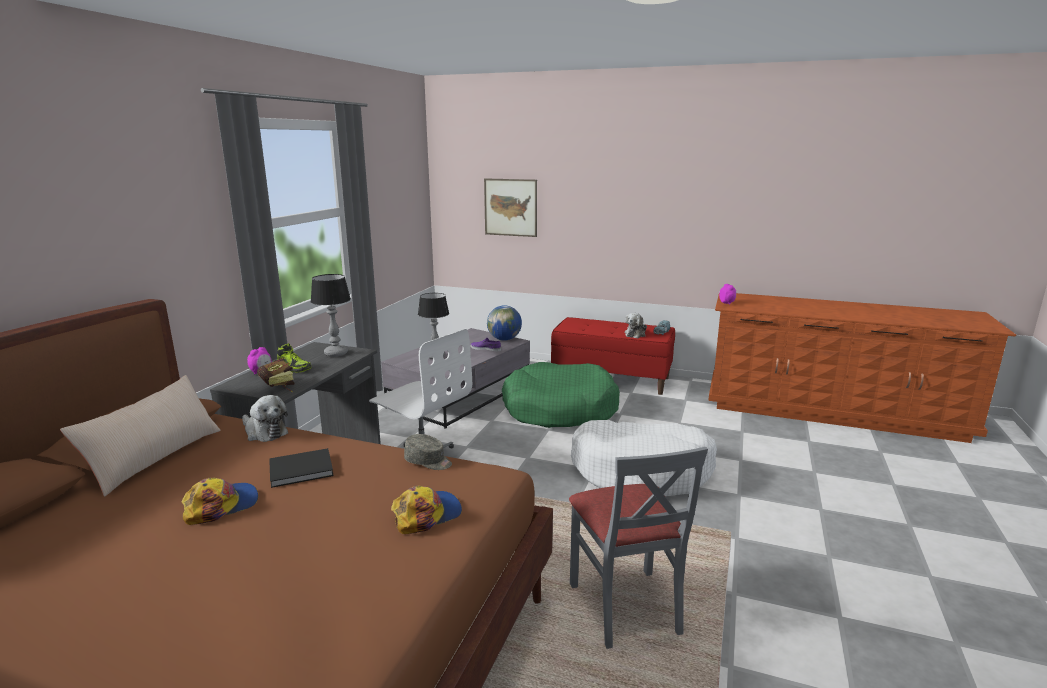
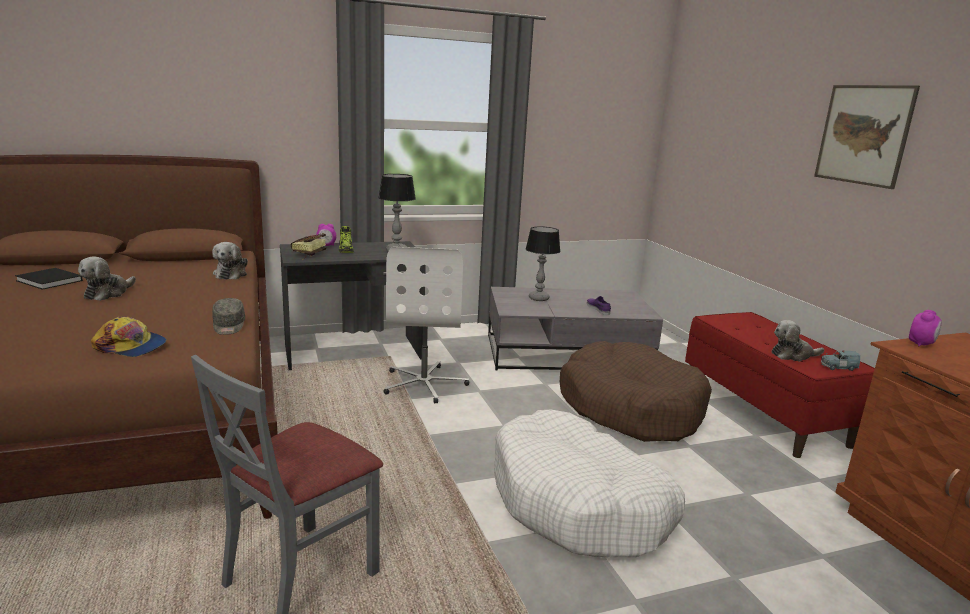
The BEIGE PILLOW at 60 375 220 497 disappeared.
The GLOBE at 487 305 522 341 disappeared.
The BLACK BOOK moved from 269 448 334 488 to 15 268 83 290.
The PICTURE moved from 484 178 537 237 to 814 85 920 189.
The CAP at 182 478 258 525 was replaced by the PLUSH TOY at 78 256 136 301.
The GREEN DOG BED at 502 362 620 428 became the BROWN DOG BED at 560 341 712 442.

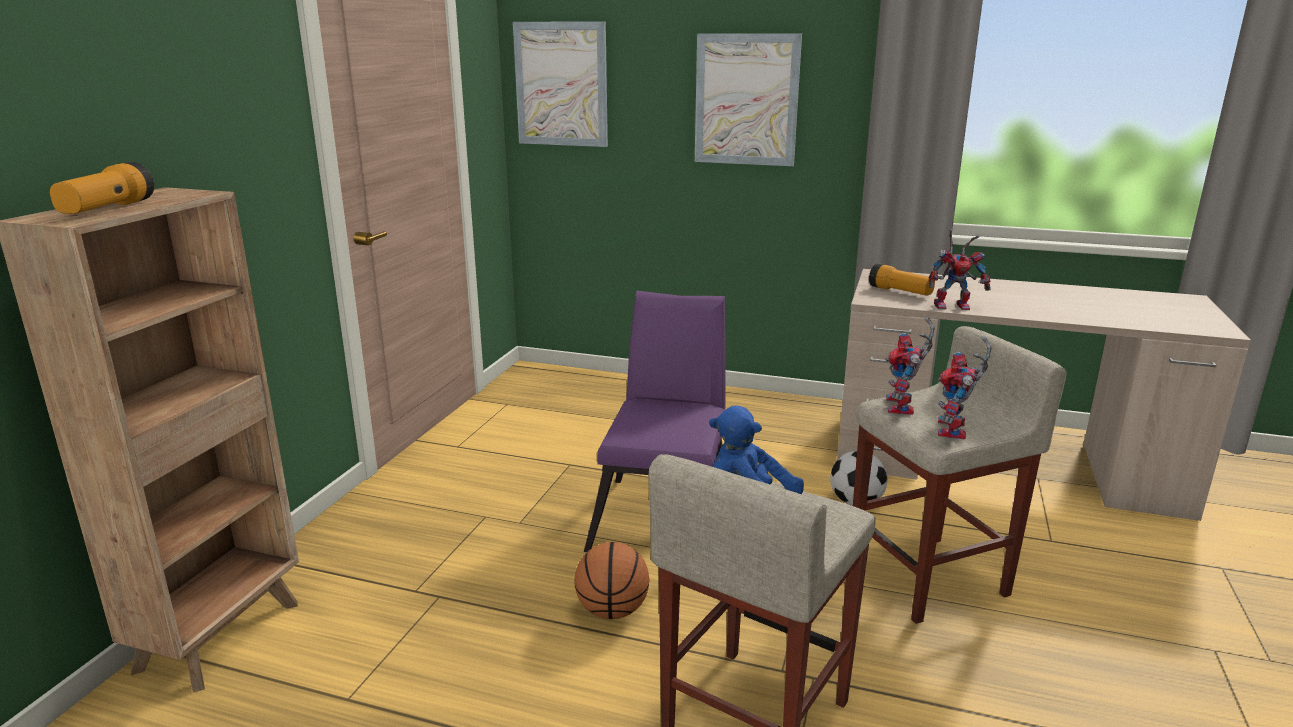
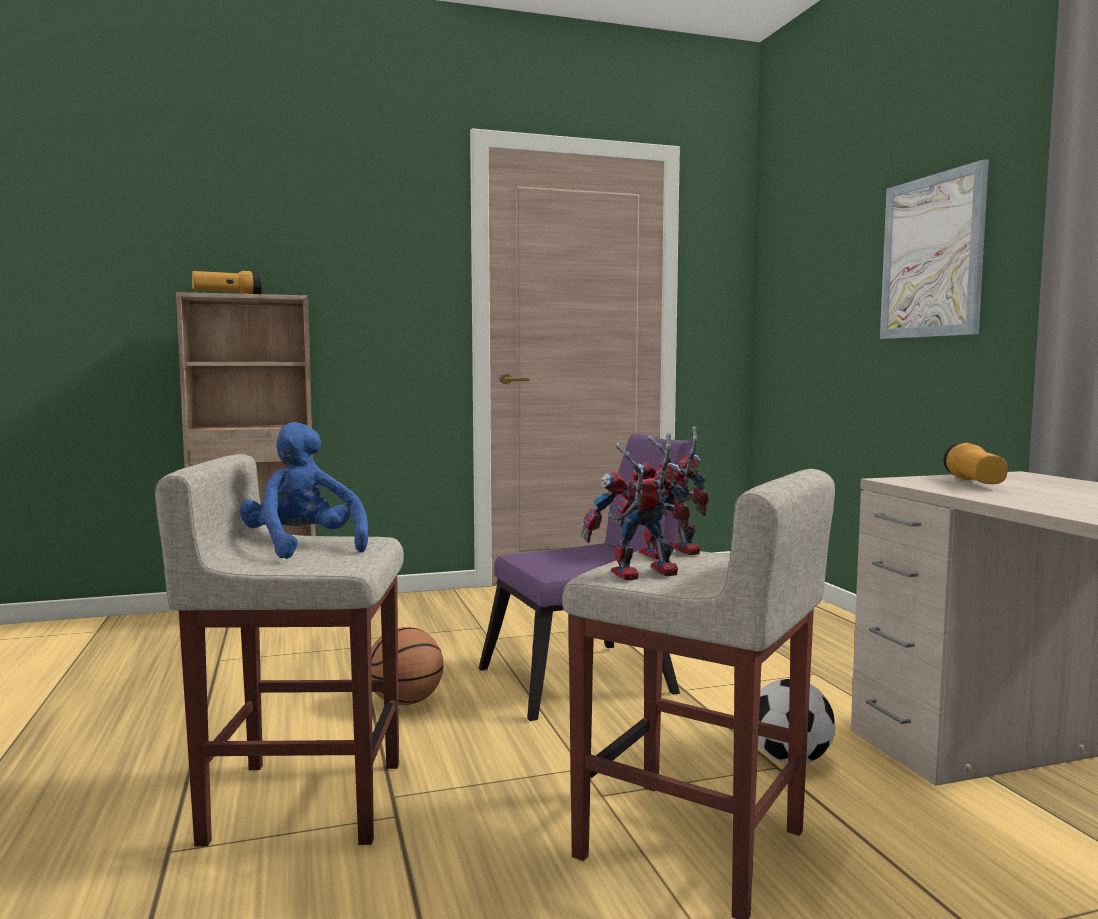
The PICTURE at 513 21 608 147 disappeared.
The TOY ROBOT at 929 229 990 310 disappeared.

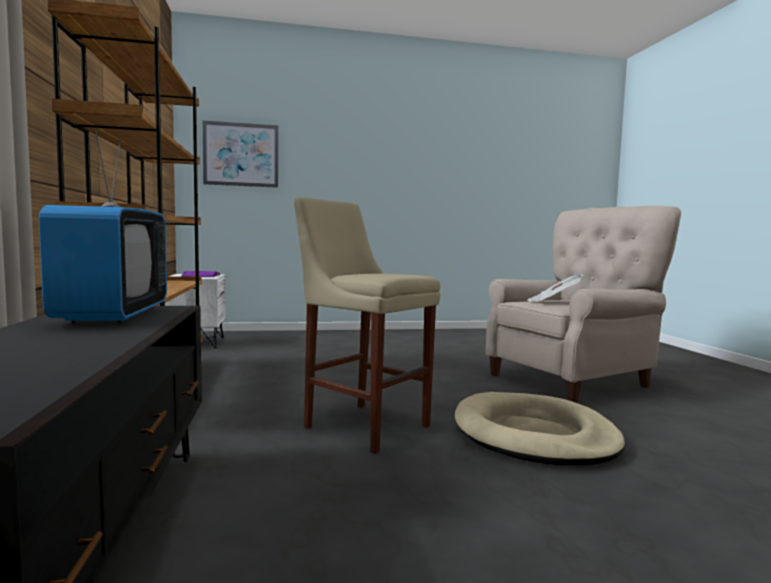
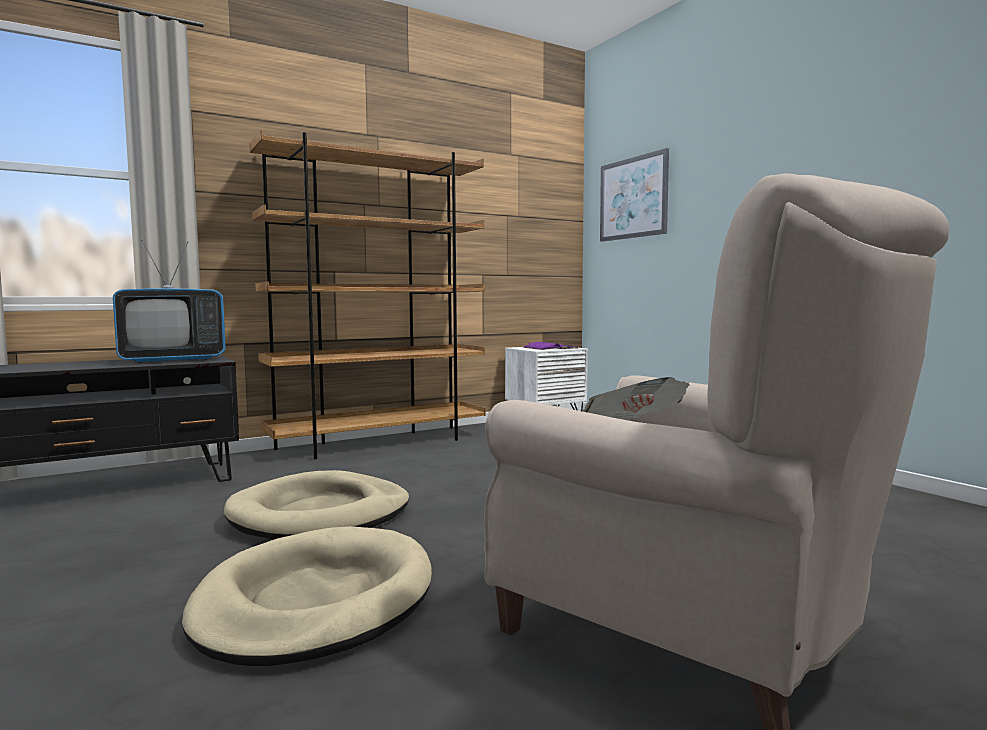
The BEIGE STOOL at 294 197 440 454 was replaced by the BEIGE DOG BED at 224 470 409 539.

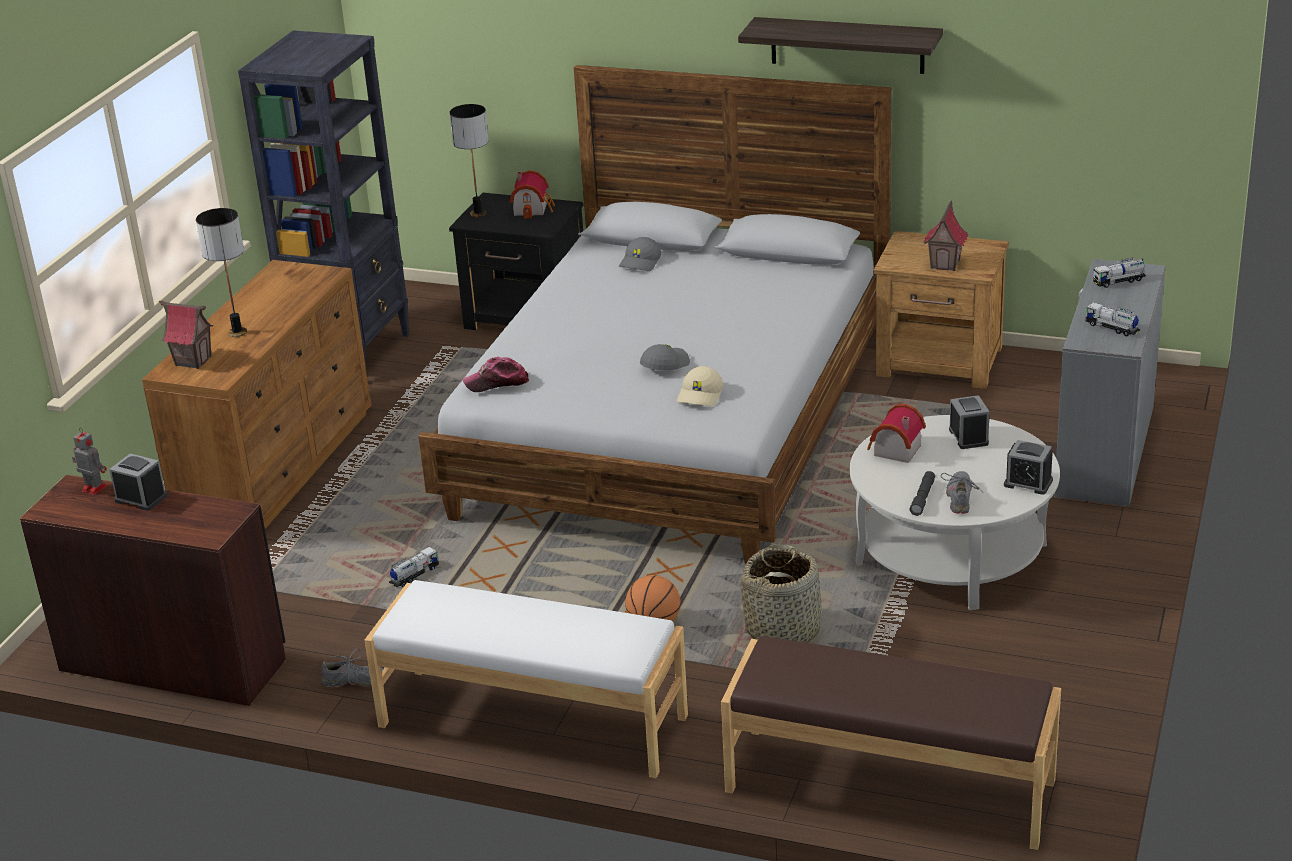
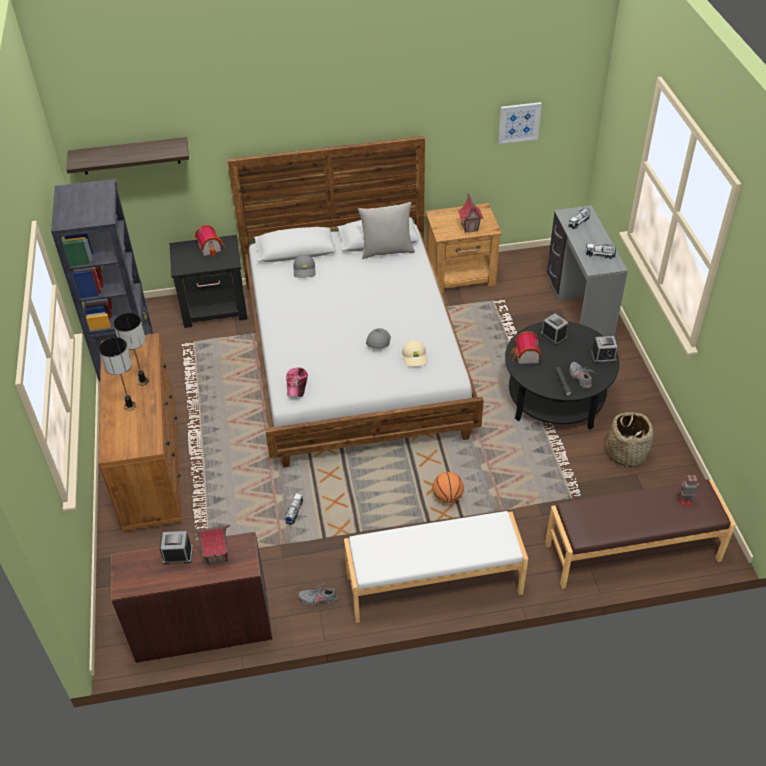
The GREY PILLOW at 358 202 415 259 appeared.
The PICTURE at 498 102 542 144 appeared.
The TOY ROBOT moved from 72 427 107 496 to 678 474 699 506.
The TOY HOUSE moved from 159 301 214 369 to 191 525 230 565.
The TABLE LAMP moved from 450 104 489 217 to 113 313 149 386.
The SHELF moved from 738 17 943 74 to 66 137 189 174.
The BASKET moved from 741 544 821 643 to 606 412 653 468.
The WHITE COFFEE TABLE at 850 415 1060 610 became the BLACK COFFEE TABLE at 505 321 619 430.
The GREY SHOE at 321 649 384 687 turned 150 degrees counterclockwise.
The CAP at 463 357 529 392 turned 45 degrees counterclockwise.

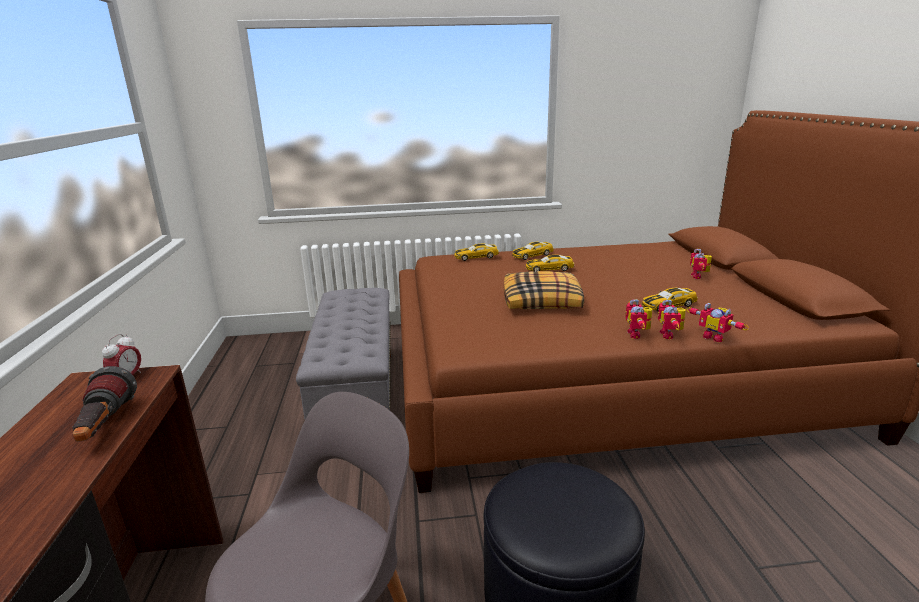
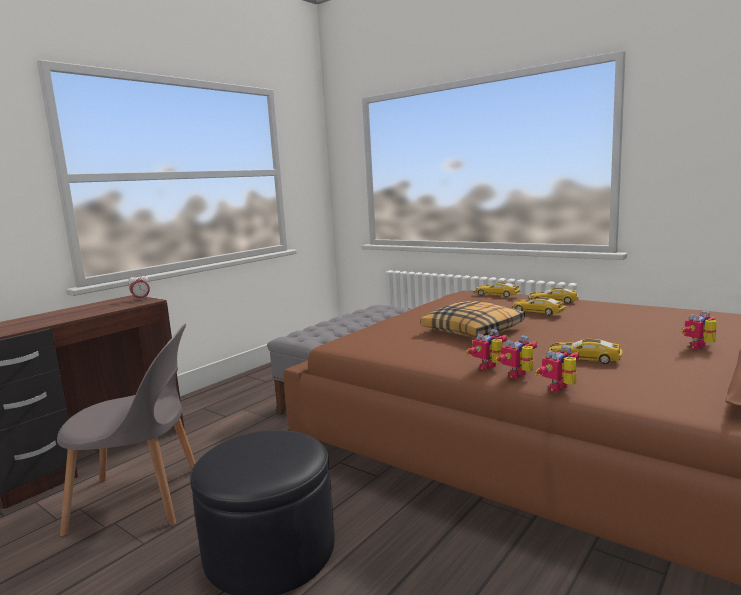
The FLASHLIGHT at 72 366 137 442 disappeared.
The TOY ROBOT at 686 303 749 342 turned 45 degrees clockwise.

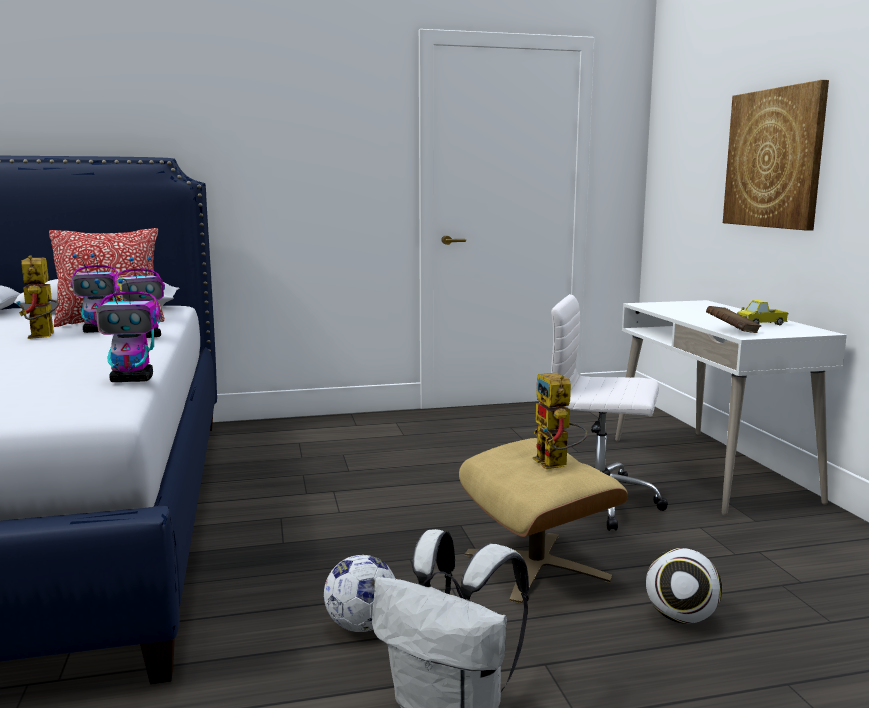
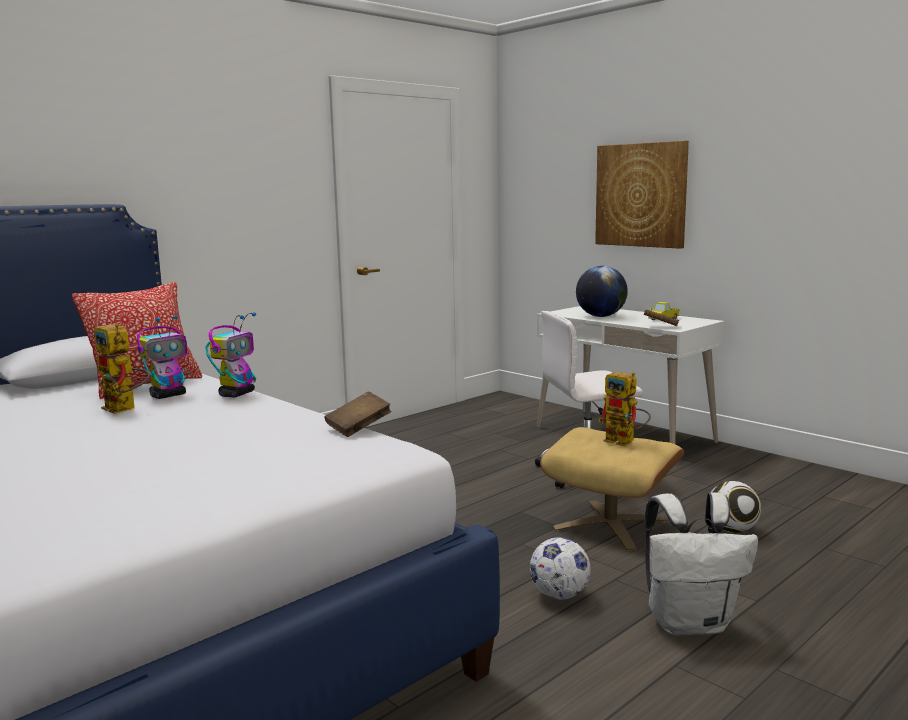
The GLOBE at 576 266 628 317 appeared.
The TOY ROBOT at 95 278 161 382 was replaced by the BROWN BOOK at 324 391 391 437.

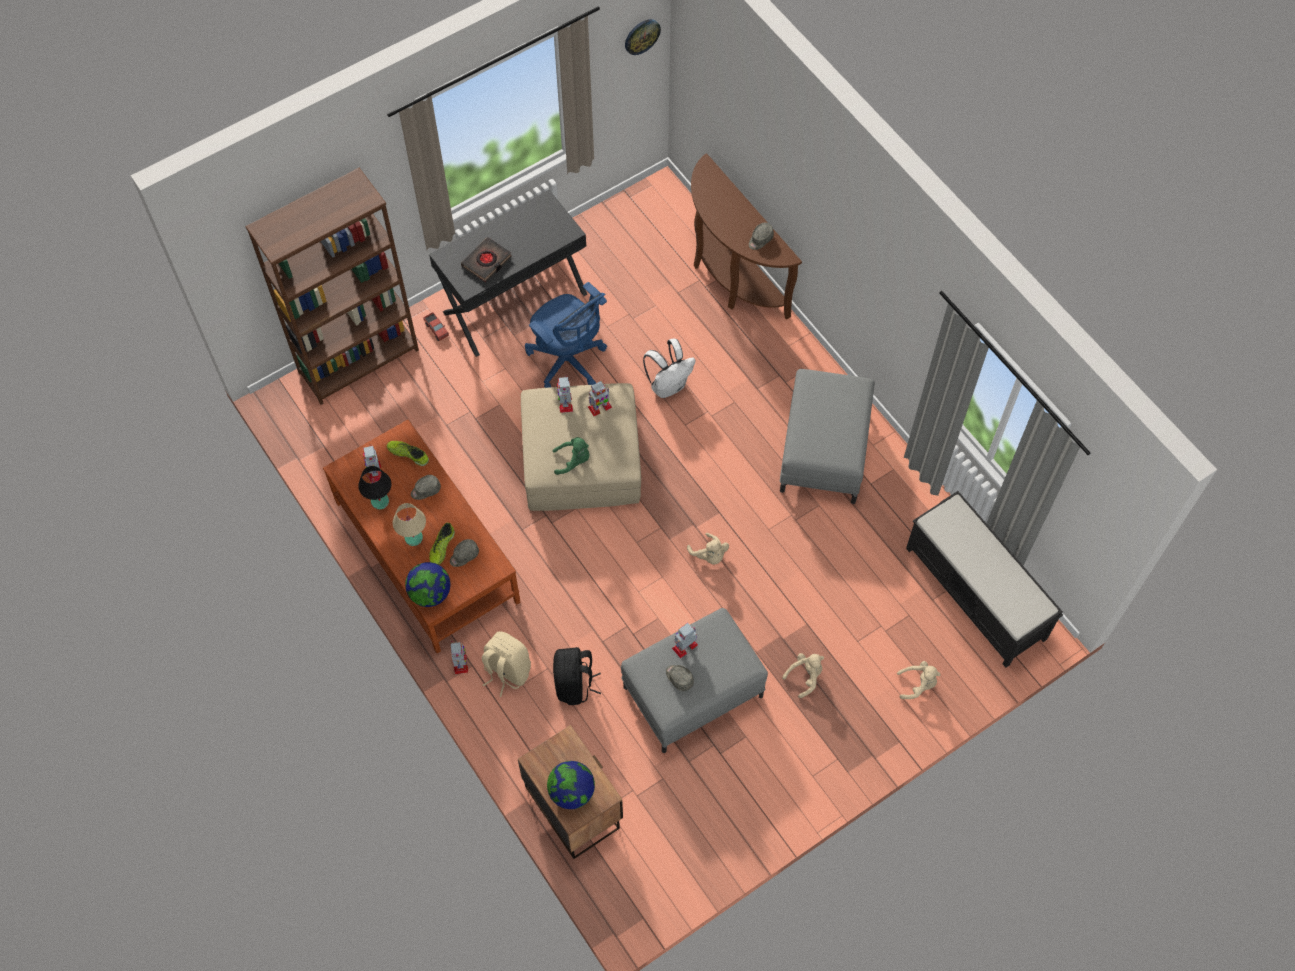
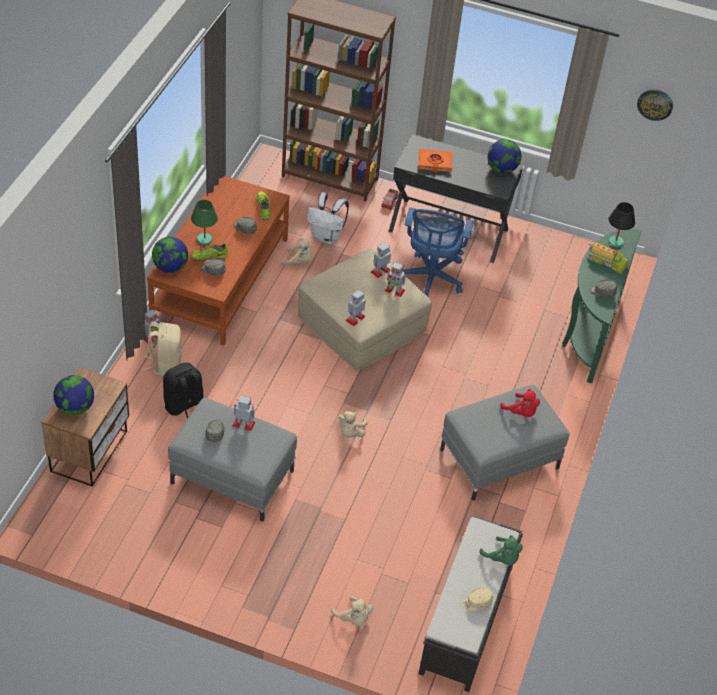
The BEIGE CAP at 462 587 493 611 appeared.
The GLOBE at 488 139 521 173 appeared.
The RED PLUSH TOY at 500 389 540 417 appeared.
The TOY TRUCK at 588 242 628 274 appeared.
The BLACK TABLE LAMP moved from 358 466 391 509 to 609 202 635 247.
The TOY ROBOT moved from 363 444 381 482 to 345 290 366 326.
The GREEN PLUSH TOY moved from 552 437 589 475 to 480 535 523 565.
The WHITE BACKPACK moved from 643 339 696 398 to 307 192 349 244.
The BEIGE PLUSH TOY moved from 782 653 824 698 to 281 238 312 266.
The BEIGE TABLE LAMP at 393 503 426 546 became the GREEN TABLE LAMP at 191 200 218 245.
The BLACK BOOK at 461 237 511 282 became the ORANGE BOOK at 419 149 452 172.
The BROWN CONSOLE TABLE at 691 153 802 320 became the GREEN CONSOLE TABLE at 562 229 642 383.

